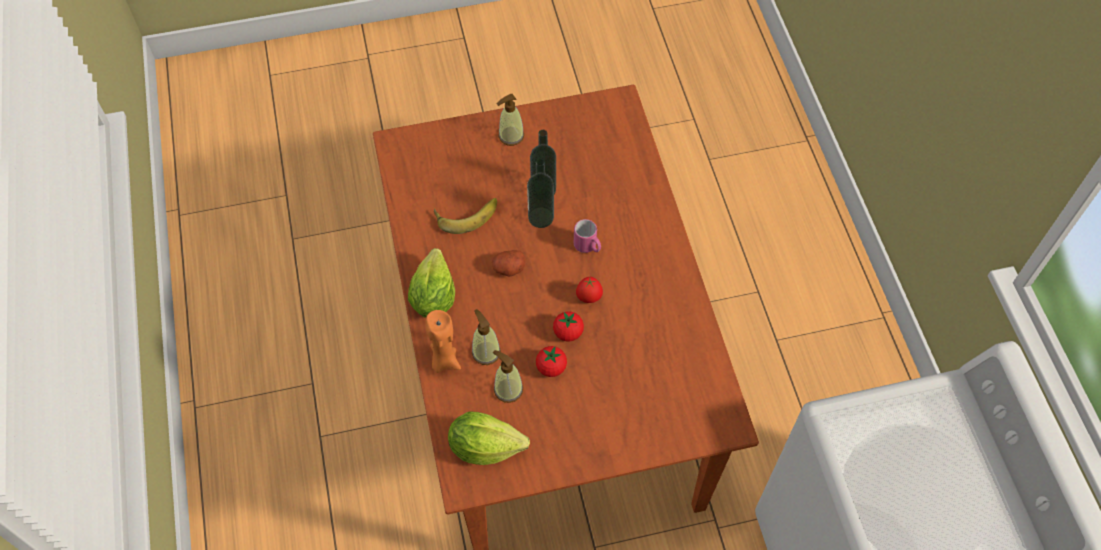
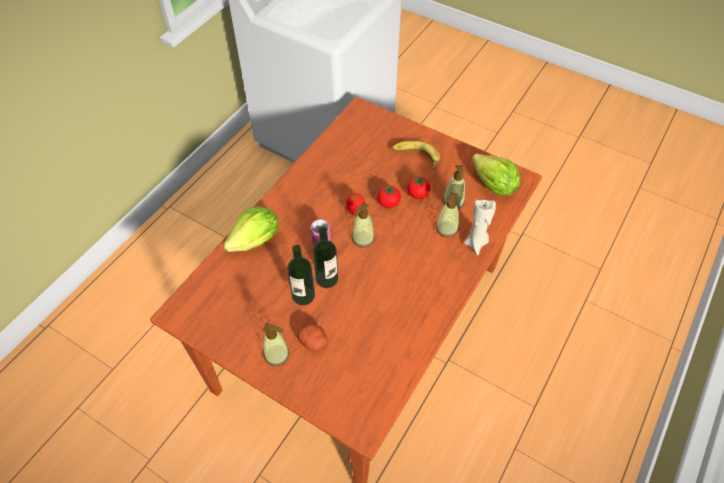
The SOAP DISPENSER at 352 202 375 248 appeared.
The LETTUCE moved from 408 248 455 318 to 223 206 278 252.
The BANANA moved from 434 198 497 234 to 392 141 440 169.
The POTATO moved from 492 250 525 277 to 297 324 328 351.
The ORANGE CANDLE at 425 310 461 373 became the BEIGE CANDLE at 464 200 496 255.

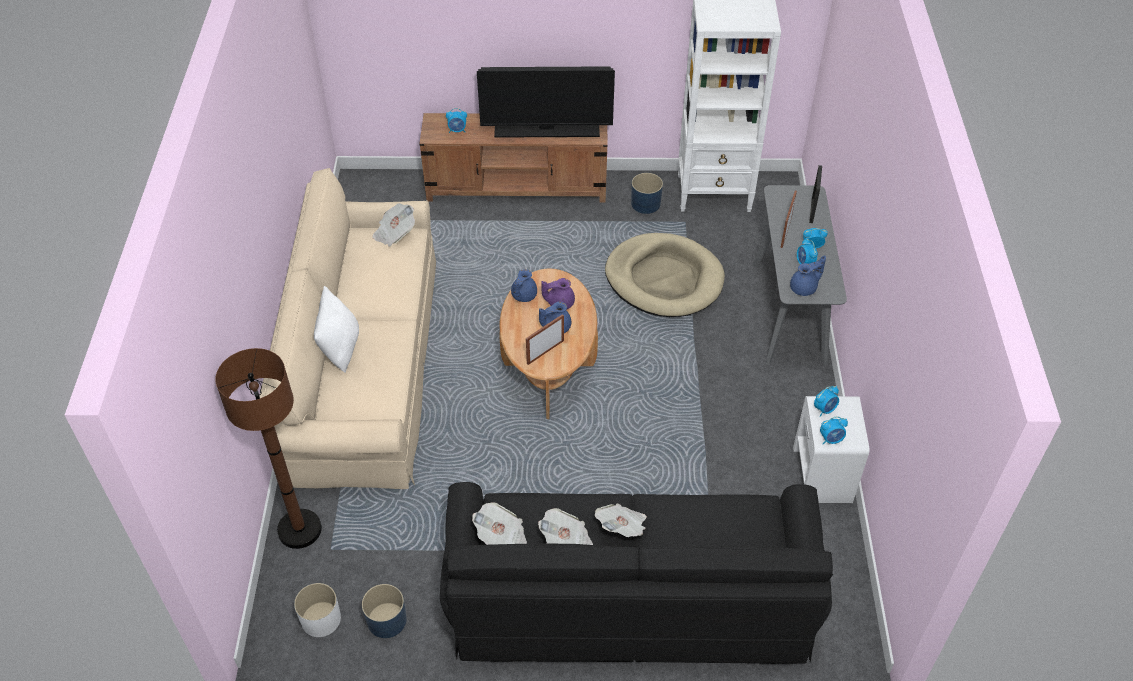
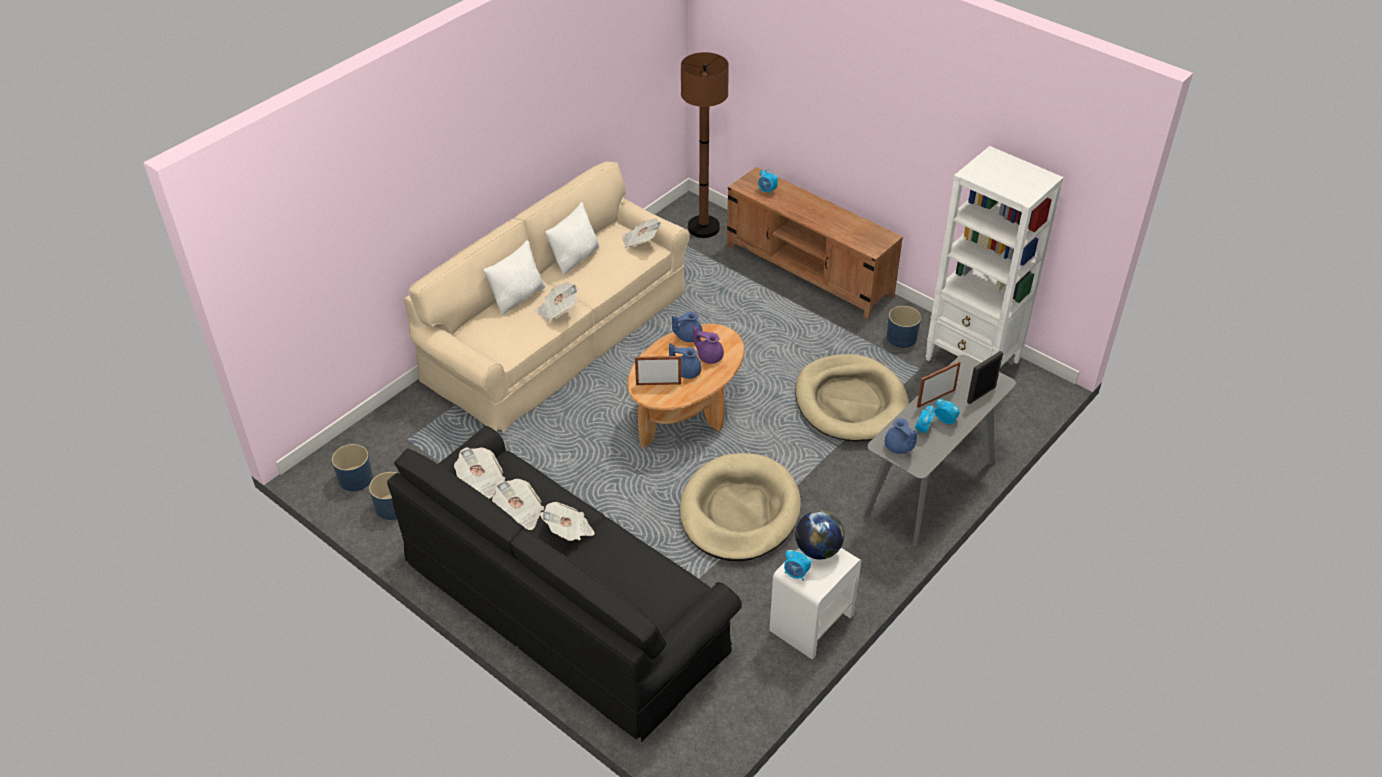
The TELEVISION at 477 66 615 138 disappeared.
The NEWSPAPER at 535 282 579 322 appeared.
The WHITE PILLOW at 545 202 599 275 appeared.
The BEIGE DOG BED at 680 453 801 561 appeared.
The BROWN FLOOR LAMP moved from 215 348 322 549 to 681 52 729 238.
The ALARM CLOCK at 814 386 839 416 was replaced by the GLOBE at 795 510 844 560.
The WHITE PLANTER at 294 583 341 637 became the BLUE PLANTER at 332 444 373 491.
The BLUE TEAPOT at 790 256 826 296 turned 45 degrees clockwise.

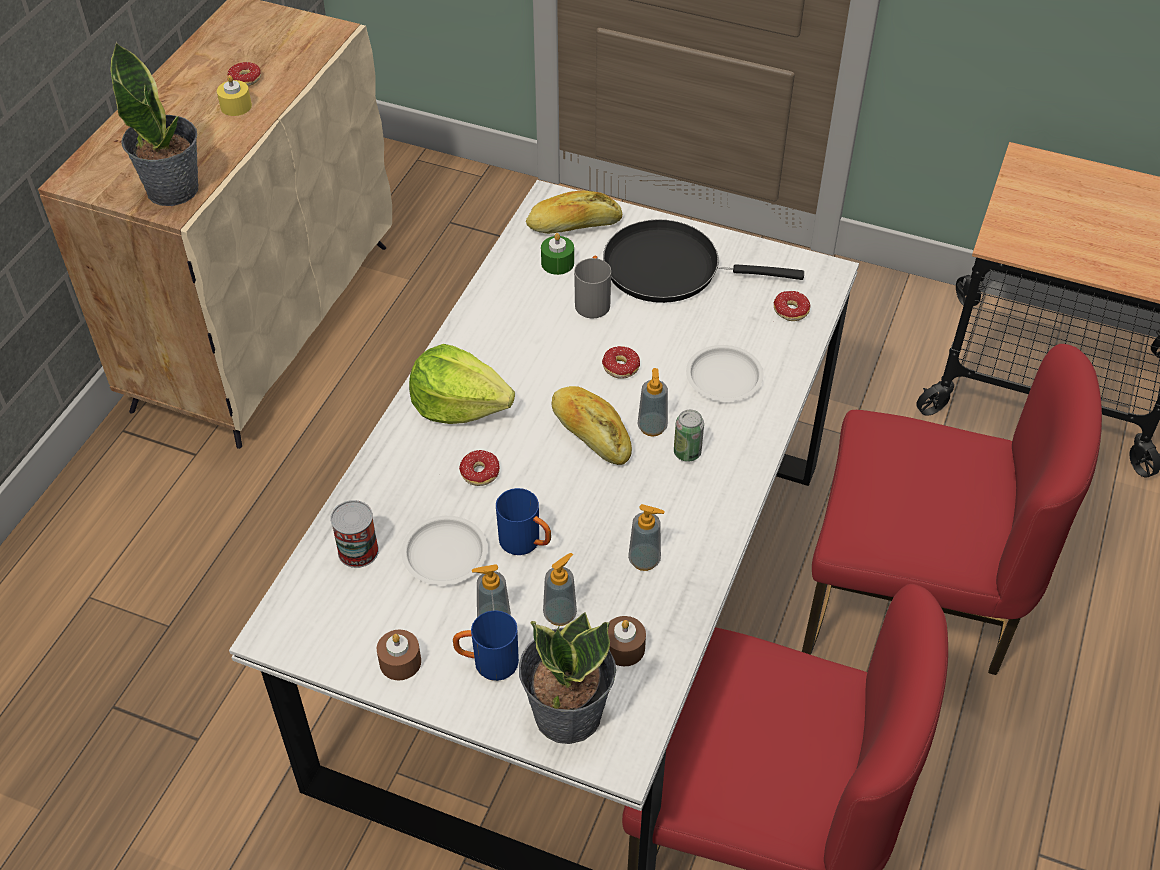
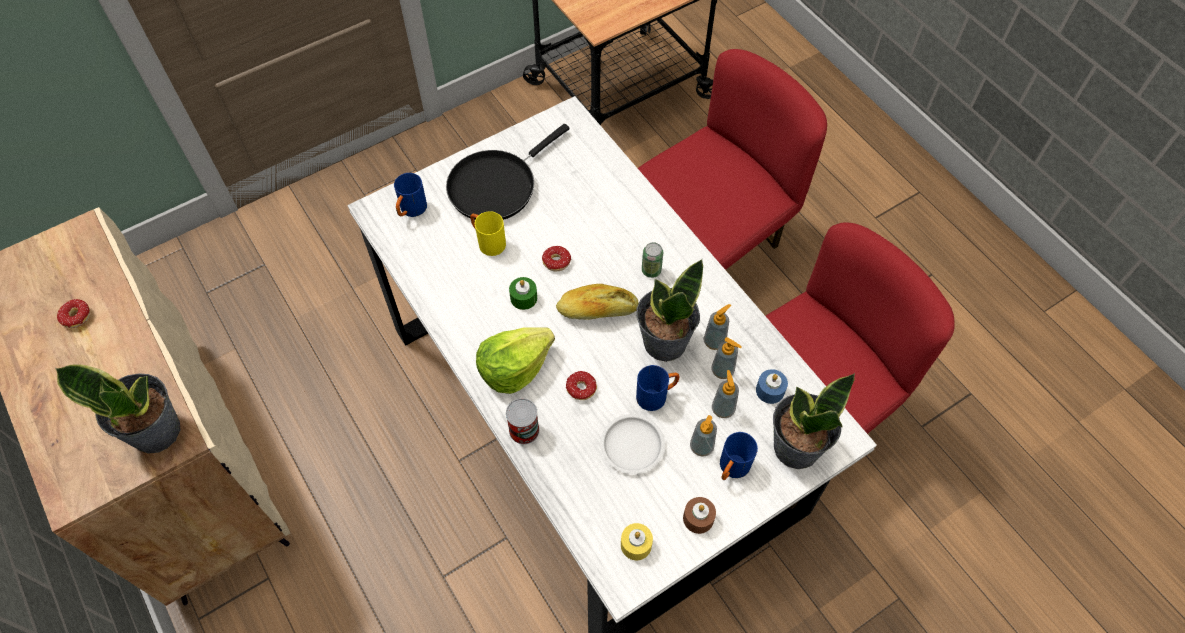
The WHITE PLATE at 686 345 764 401 disappeared.
The DONUT at 773 291 811 322 disappeared.
The POTTED PLANT at 636 259 703 362 appeared.
The YELLOW CANDLE moved from 217 75 252 116 to 621 523 653 560.
The CAN moved from 330 500 379 568 to 506 398 539 444.
The GREEN CANDLE moved from 541 233 574 275 to 509 277 537 310.
The SOAP DISPENSER moved from 637 368 668 436 to 711 337 741 379.
The BREAD at 526 191 622 234 was replaced by the BLUE MUG at 394 173 427 217.
The GREY MUG at 574 256 611 319 became the YELLOW MUG at 470 211 506 256.
The BROWN CANDLE at 608 616 646 666 became the BLUE CANDLE at 756 369 788 404.

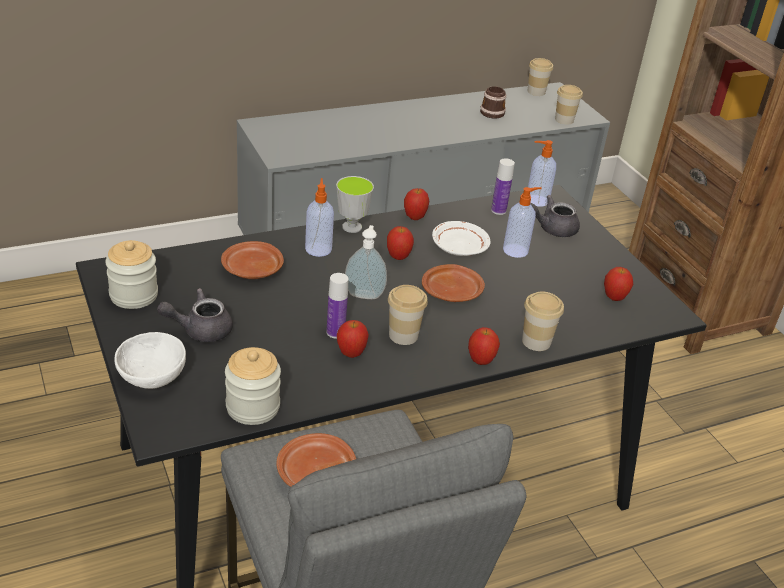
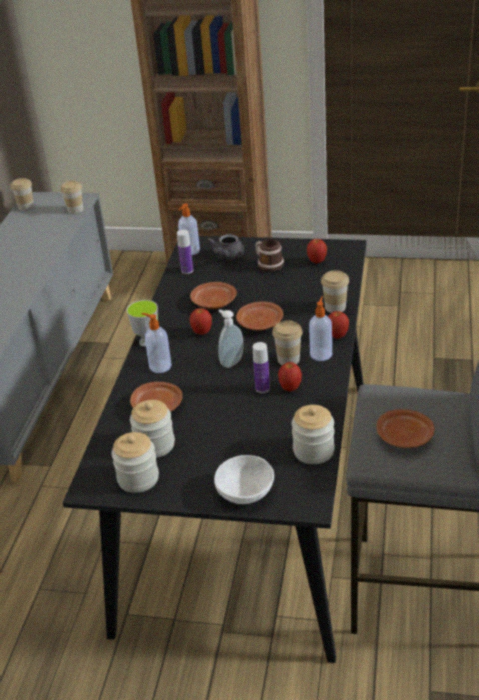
The GREY TEAPOT at 157 288 233 342 disappeared.
The APPLE at 404 188 429 220 disappeared.
The JAR at 130 400 175 458 appeared.
The MUG moved from 480 86 506 119 to 256 239 284 272.
The SOAP DISPENSER moved from 503 187 542 258 to 309 296 332 361.
The WHITE PLATE at 432 221 491 256 became the BROWN PLATE at 190 282 237 309.

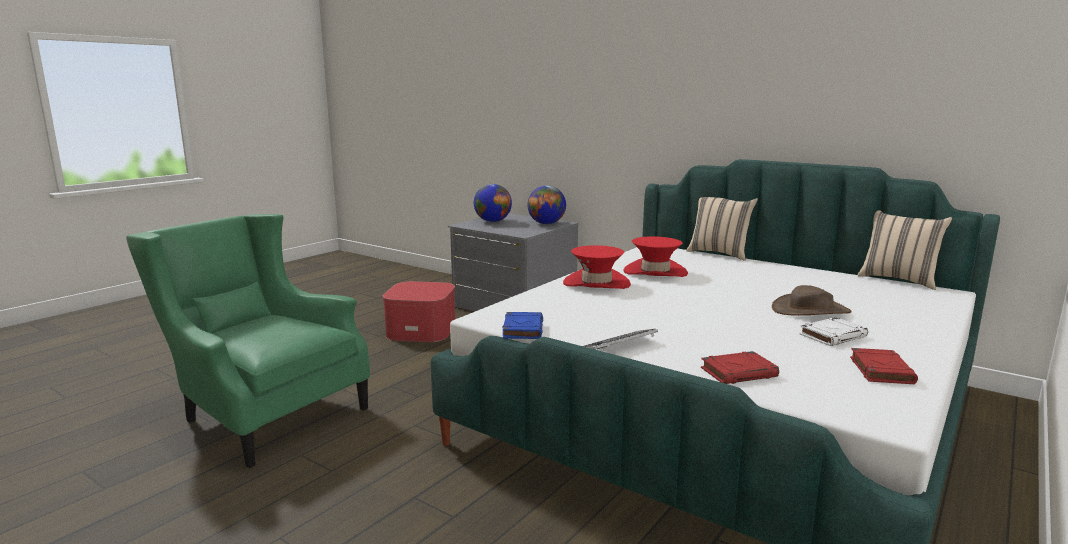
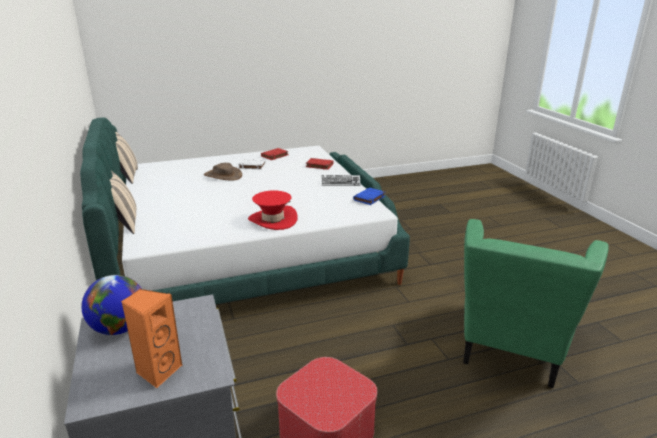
The RED HAT at 623 236 688 277 disappeared.
The GLOBE at 474 184 512 222 was replaced by the ORANGE SPEAKER at 121 289 183 388.
The GREEN ARMCHAIR at 126 214 370 468 turned 45 degrees clockwise.

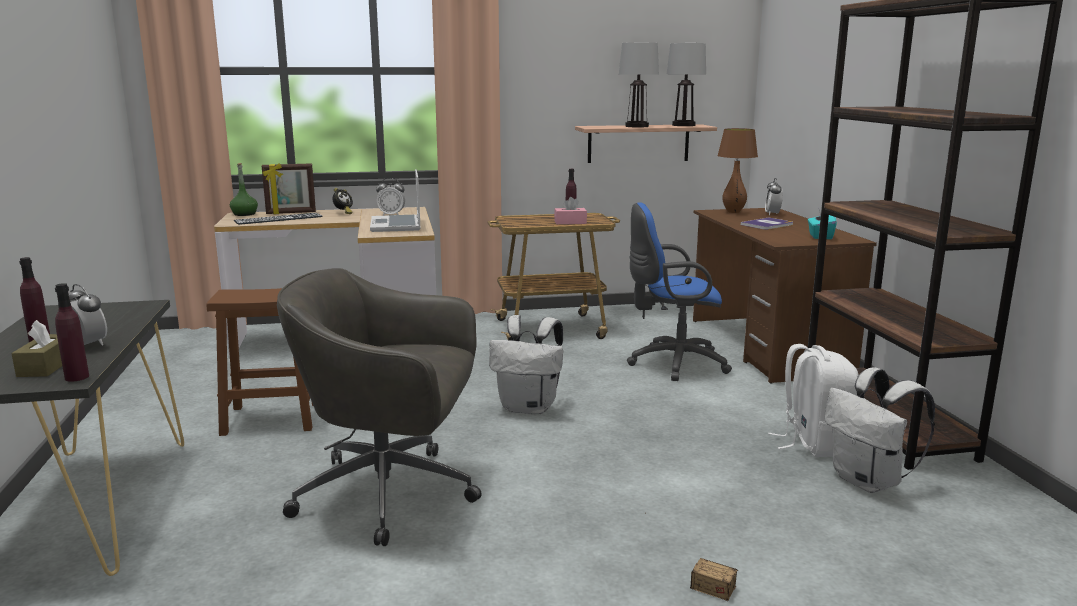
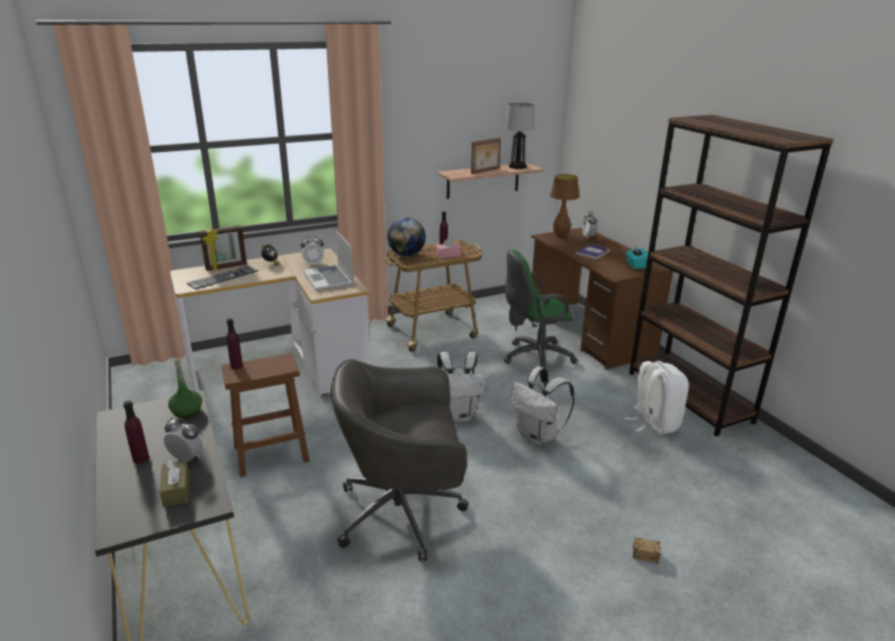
The GLOBE at 387 218 426 256 appeared.
The PURPLE BOTTLE moved from 55 283 89 382 to 227 318 243 369.
The GREEN BOTTLE moved from 230 163 258 216 to 168 358 202 419.
The WHITE BACKPACK moved from 824 368 935 493 to 510 366 575 445.
The TABLE LAMP at 619 42 659 128 was replaced by the PICTURE FRAME at 471 138 501 174.
The BLUE OFFICE CHAIR at 627 202 732 381 became the GREEN OFFICE CHAIR at 503 249 577 369.

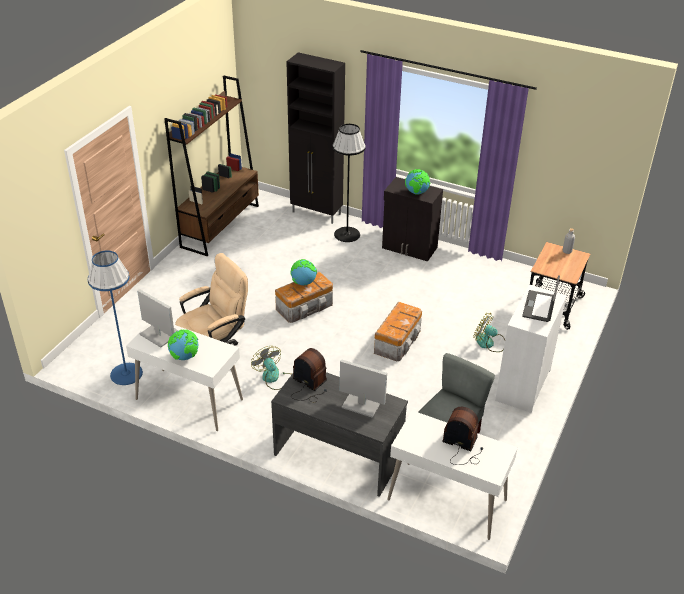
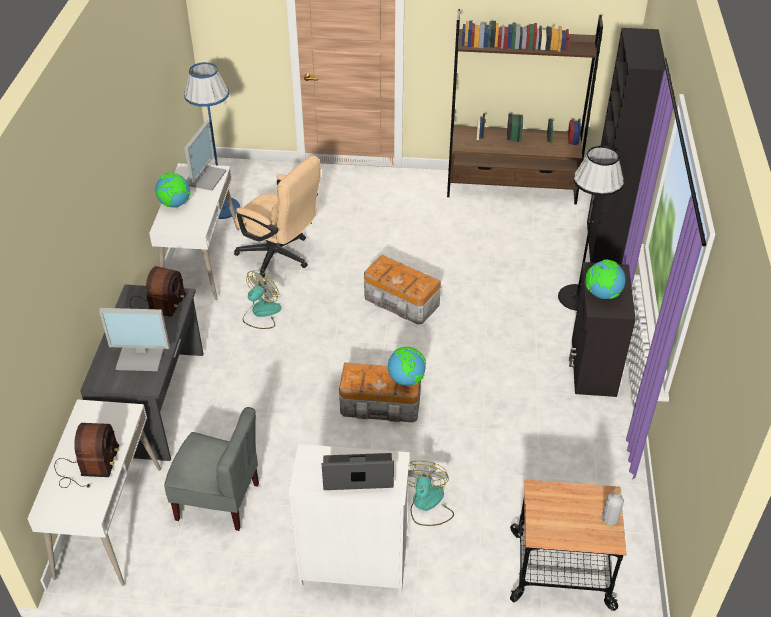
The GLOBE moved from 290 259 317 285 to 388 347 426 386.
The MONITOR at 340 359 387 418 turned 90 degrees clockwise.

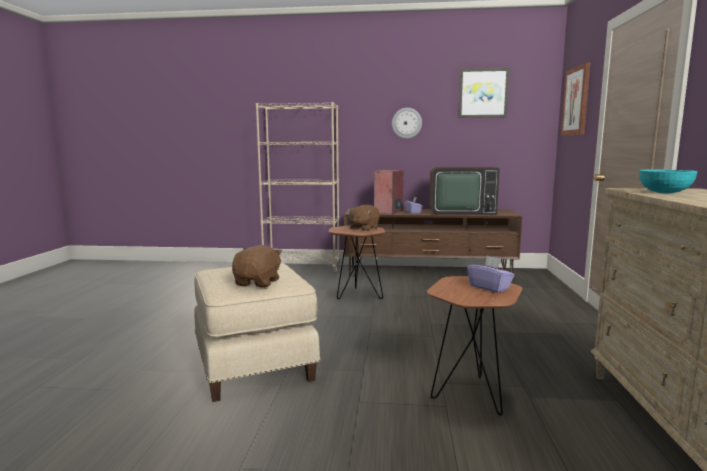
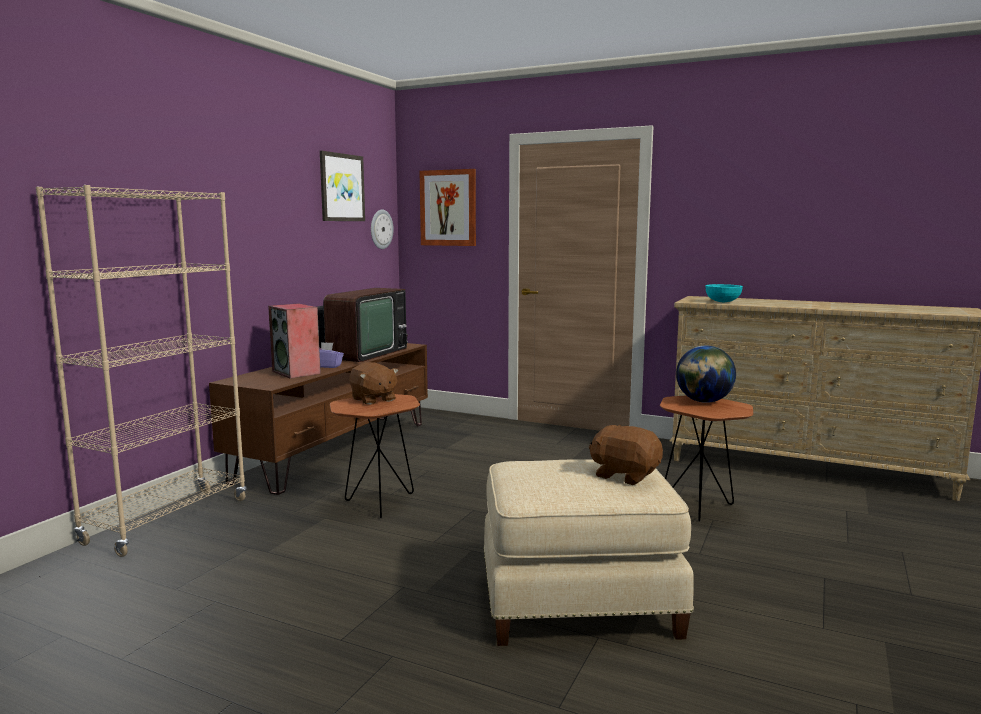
The WALL CLOCK moved from 392 108 422 139 to 371 210 394 249.
The PURPLE TISSUE BOX at 467 256 514 293 was replaced by the GLOBE at 676 346 736 403.

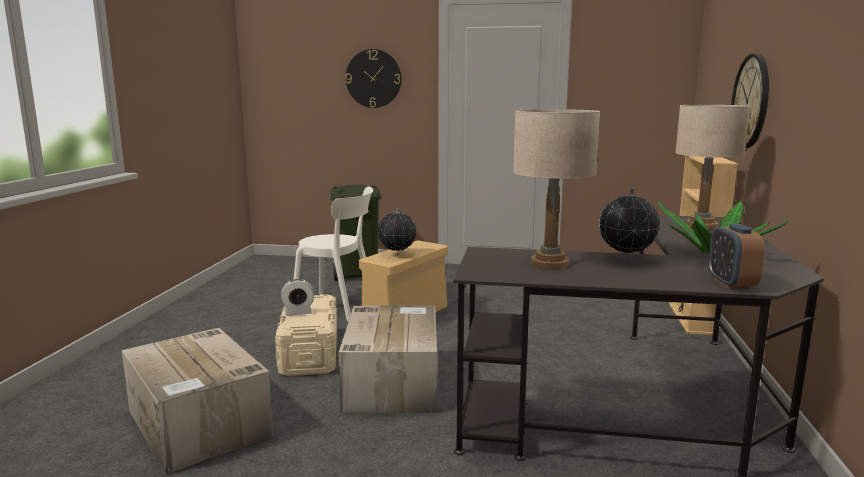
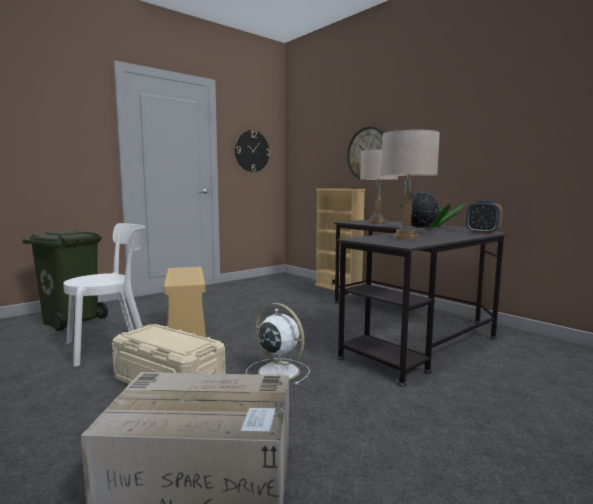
The ALARM CLOCK at 281 279 314 316 disappeared.
The GLOBE at 378 207 416 255 disappeared.
The WALL CLOCK moved from 345 49 402 108 to 235 130 270 172.
The CARDBOARD BOX at 339 305 437 414 was replaced by the WHITE FAN at 246 303 310 385.

